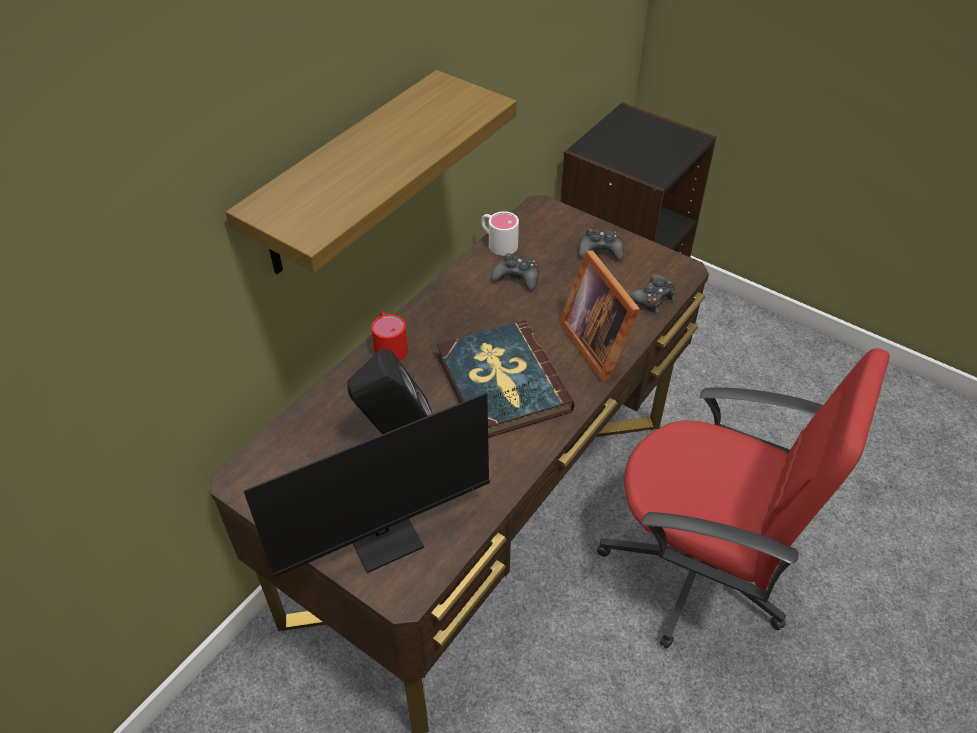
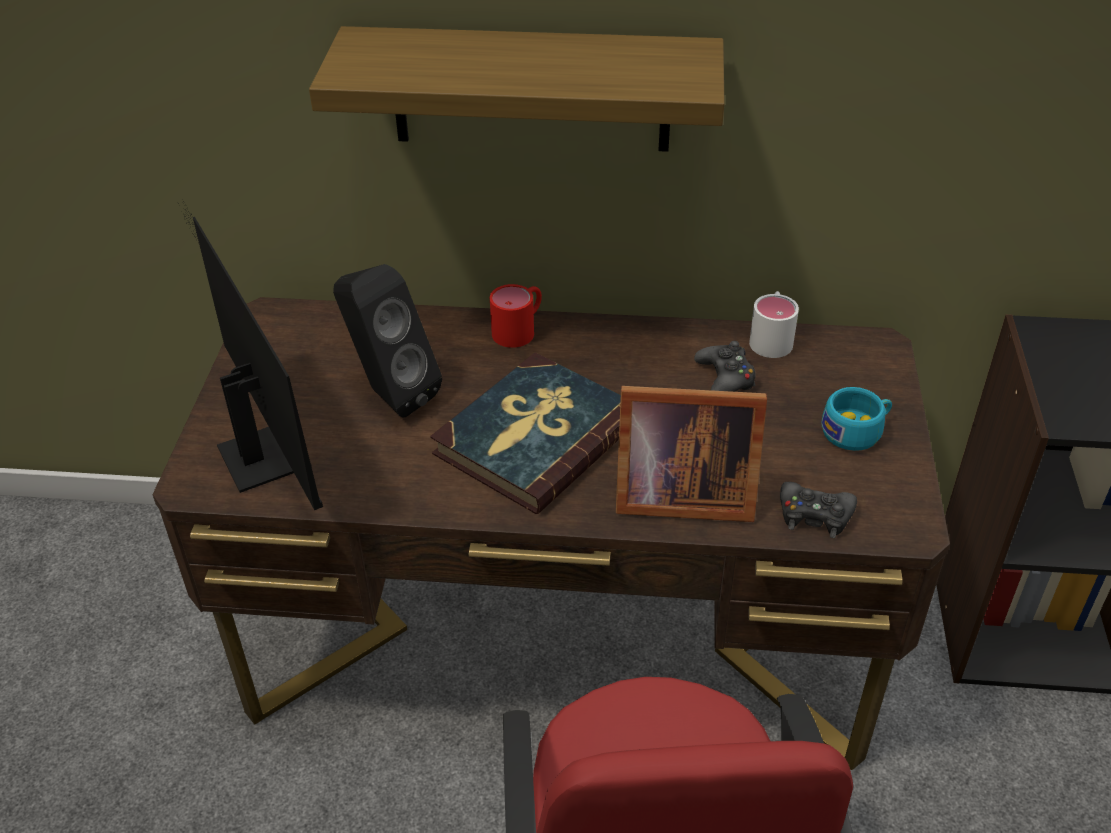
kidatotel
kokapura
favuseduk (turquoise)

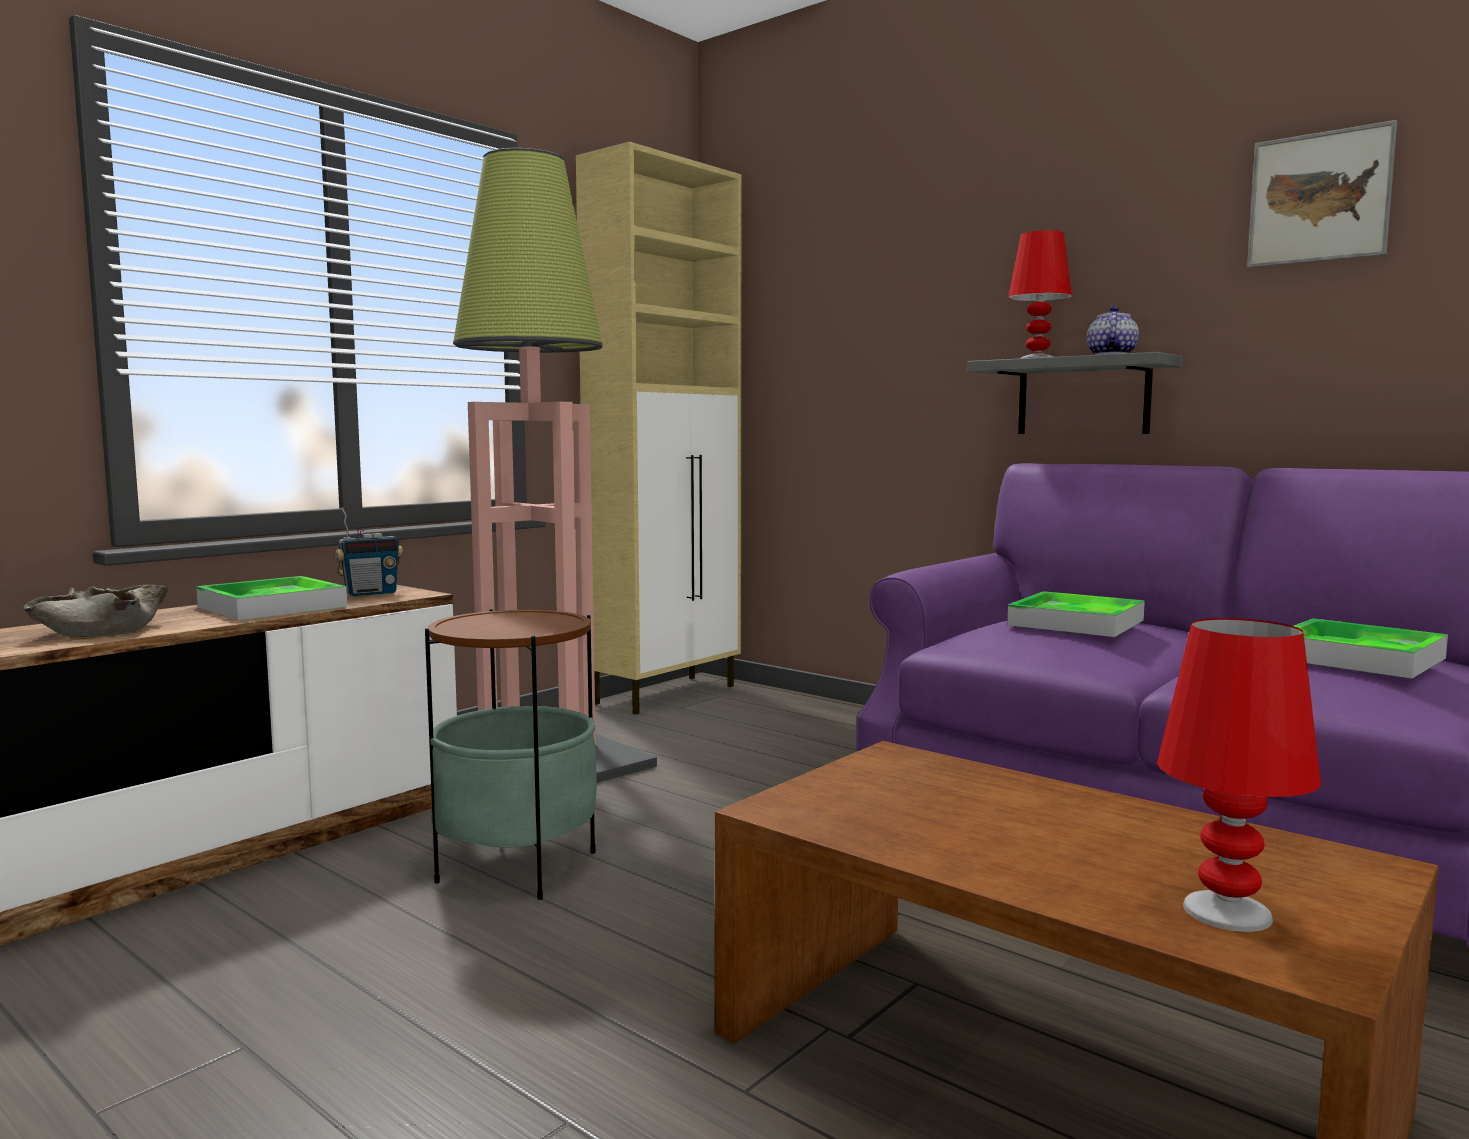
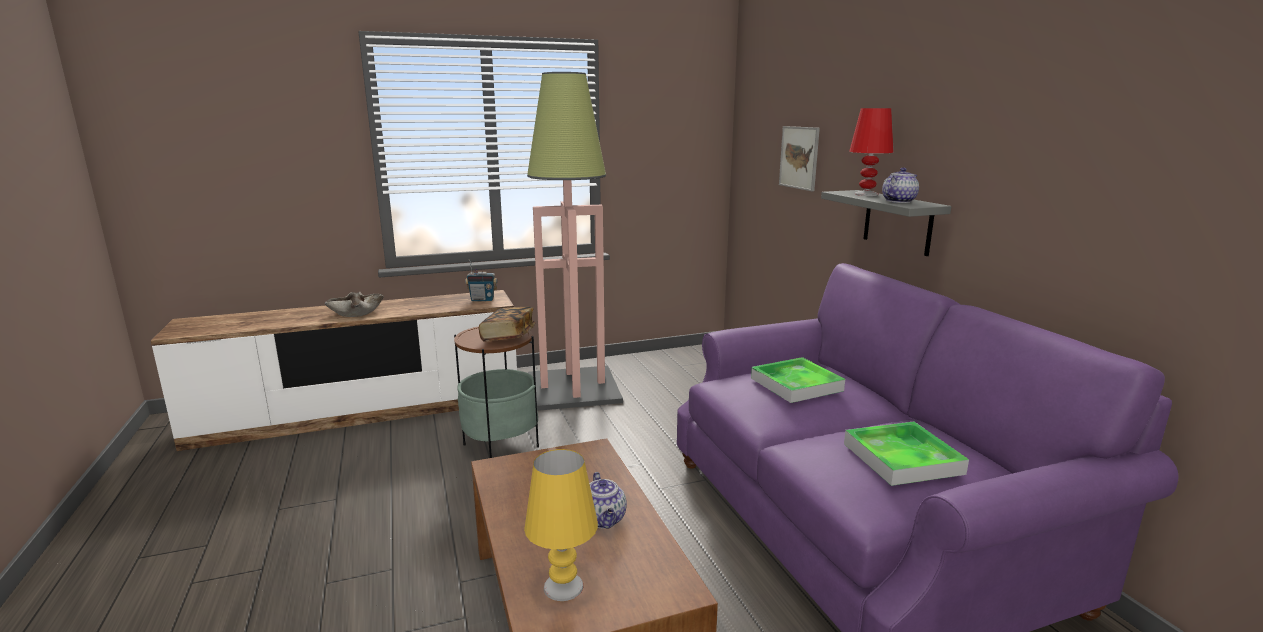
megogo (no. 1 from left in the first image)
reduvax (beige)
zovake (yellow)
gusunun
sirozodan
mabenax (no. 1 from left)

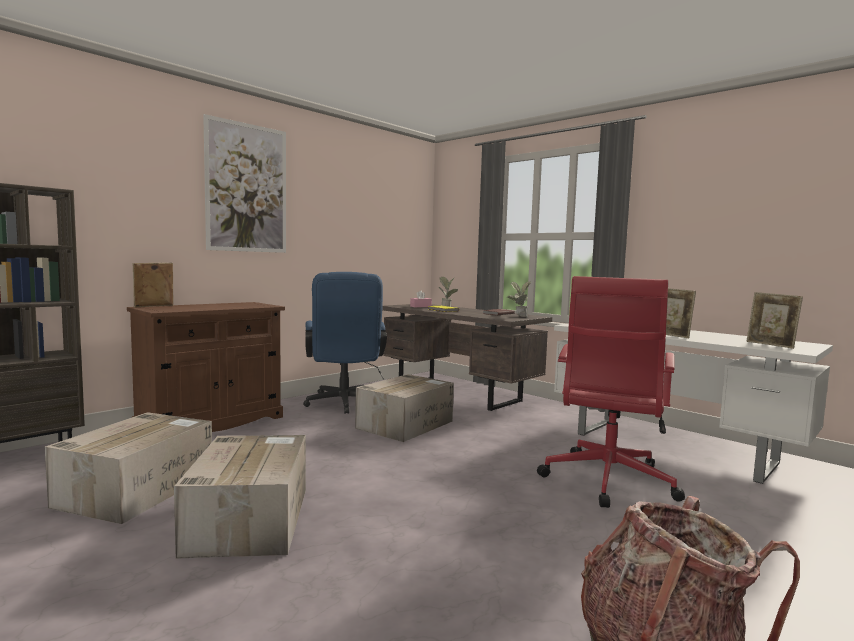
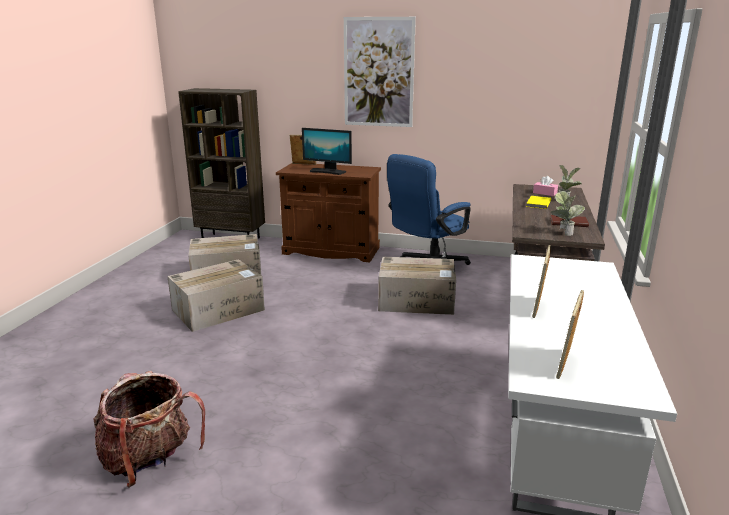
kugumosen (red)
kidatotel

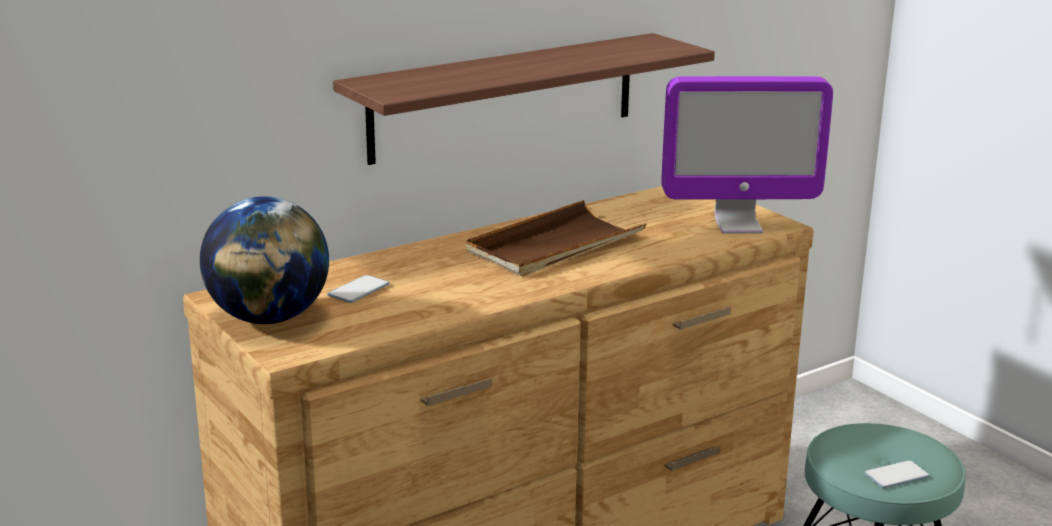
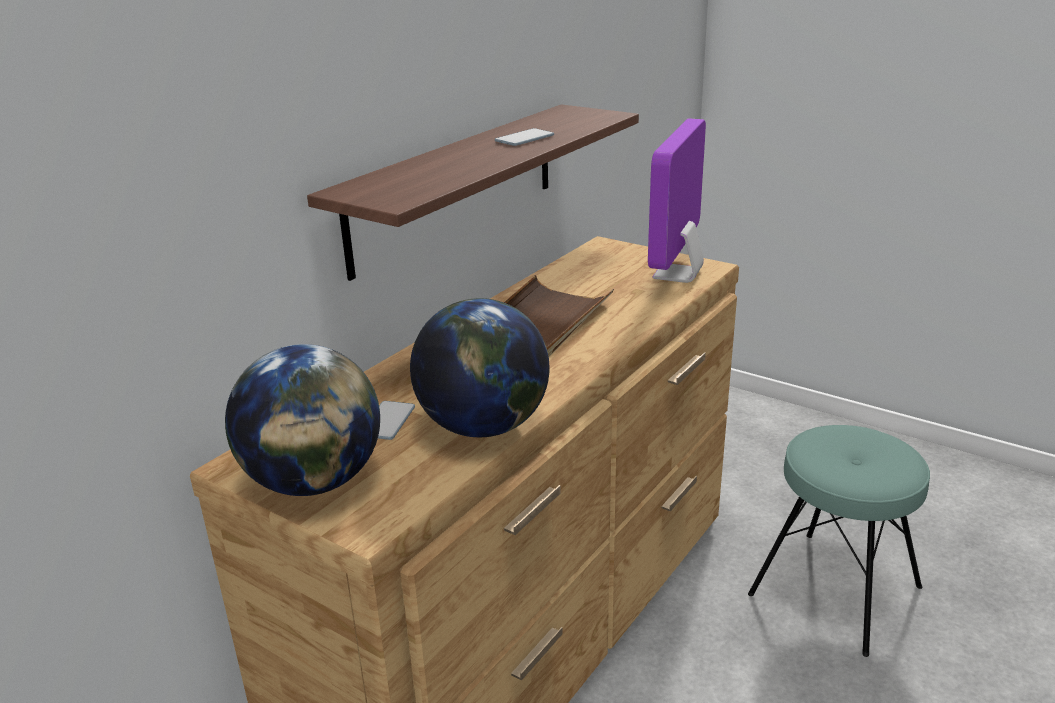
kidatotel
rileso (no. 2 from left)
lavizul (no. 2 from left)

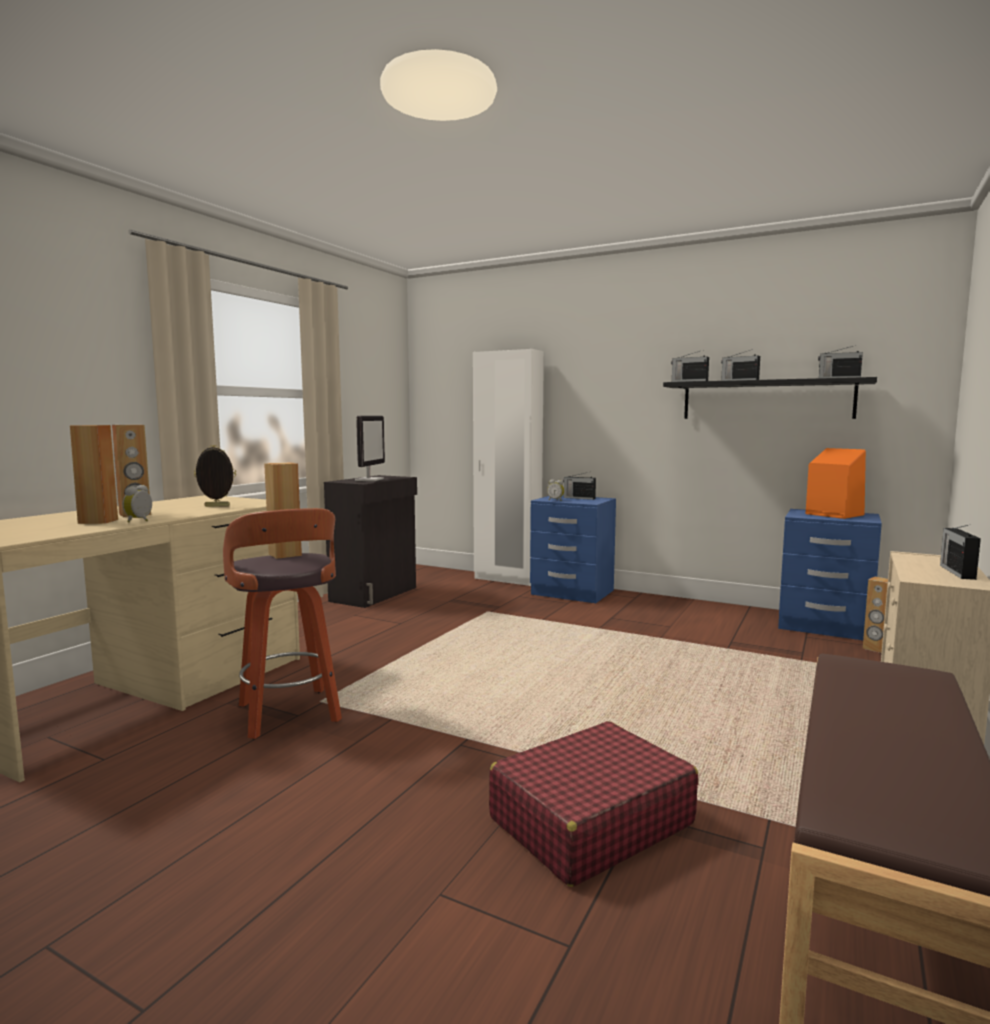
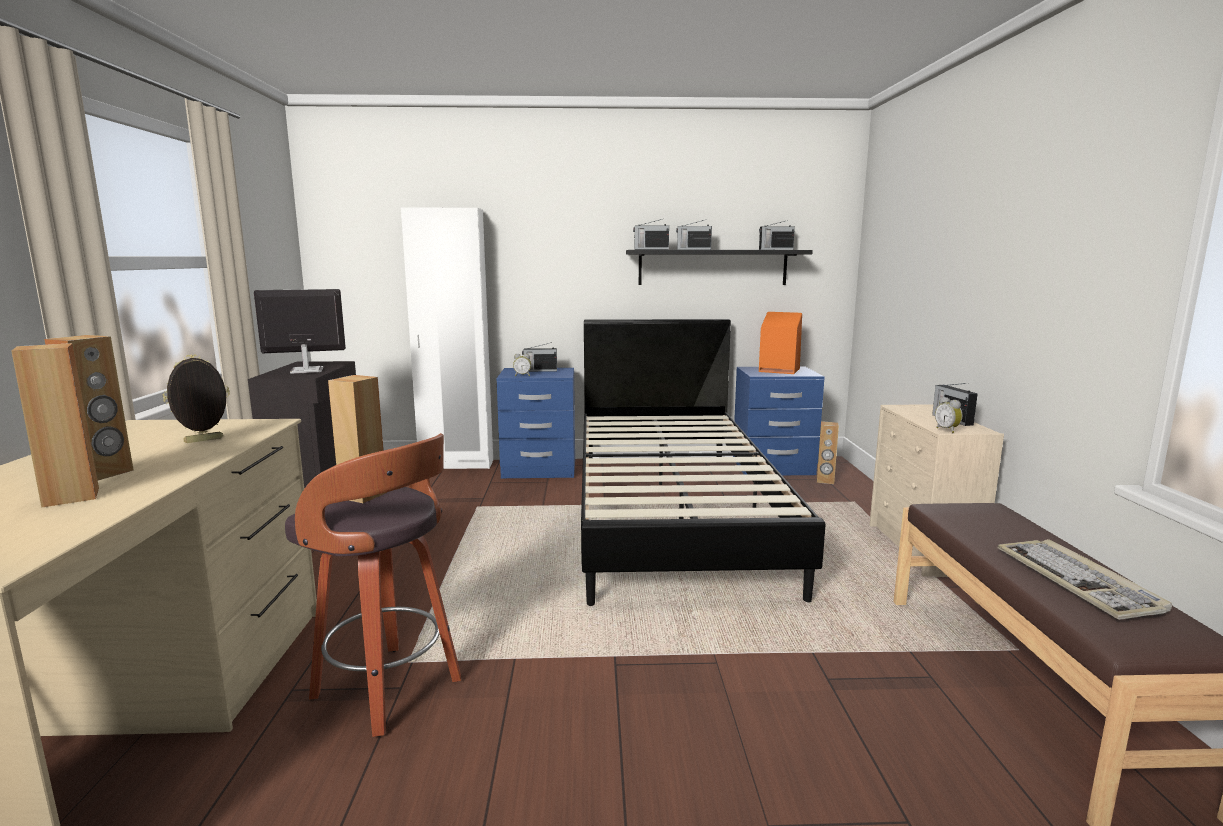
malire (no. 2 from left)
kidatotel
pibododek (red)
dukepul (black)
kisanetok

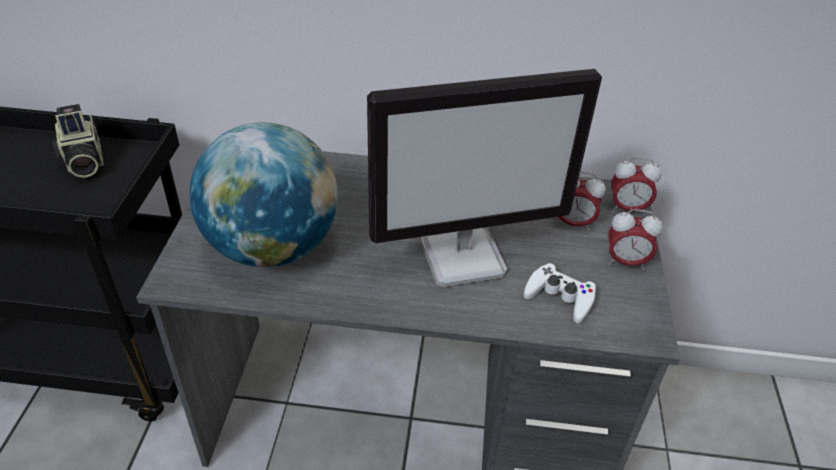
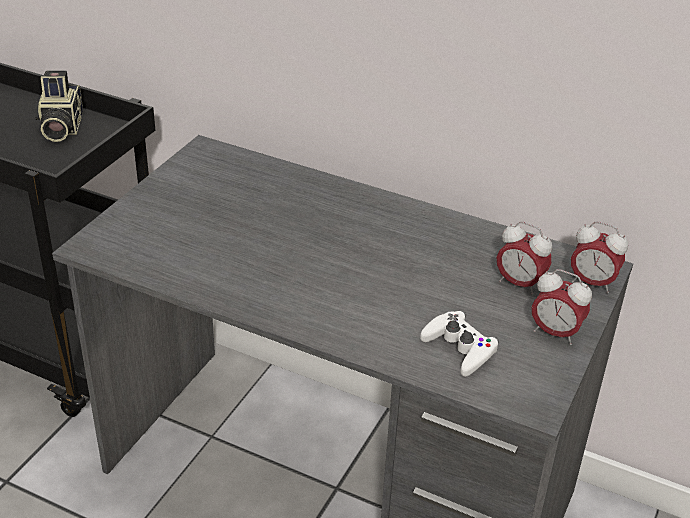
lavizul
kidatotel

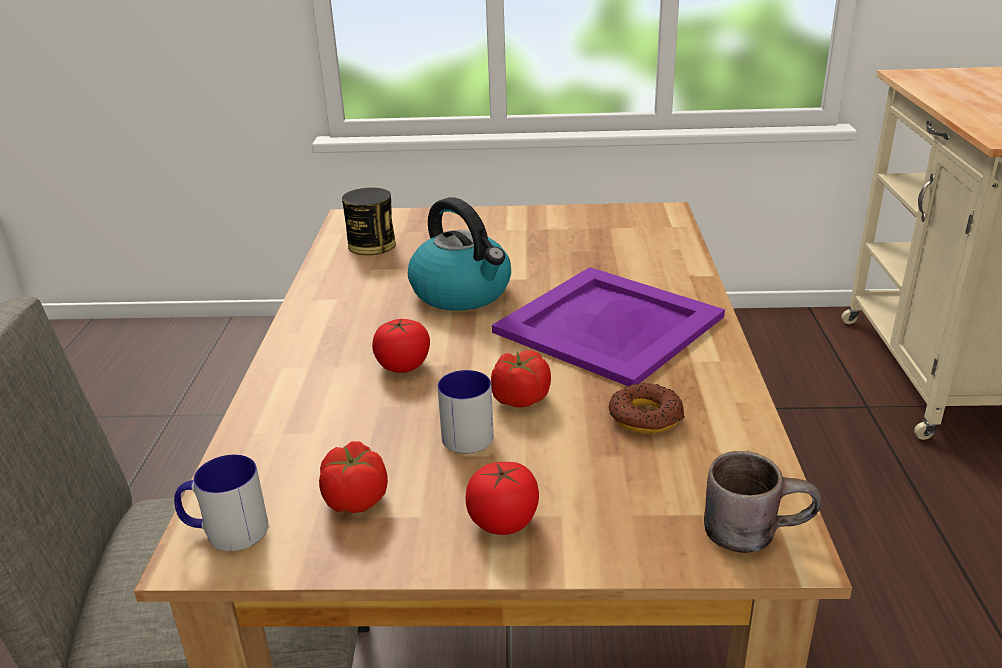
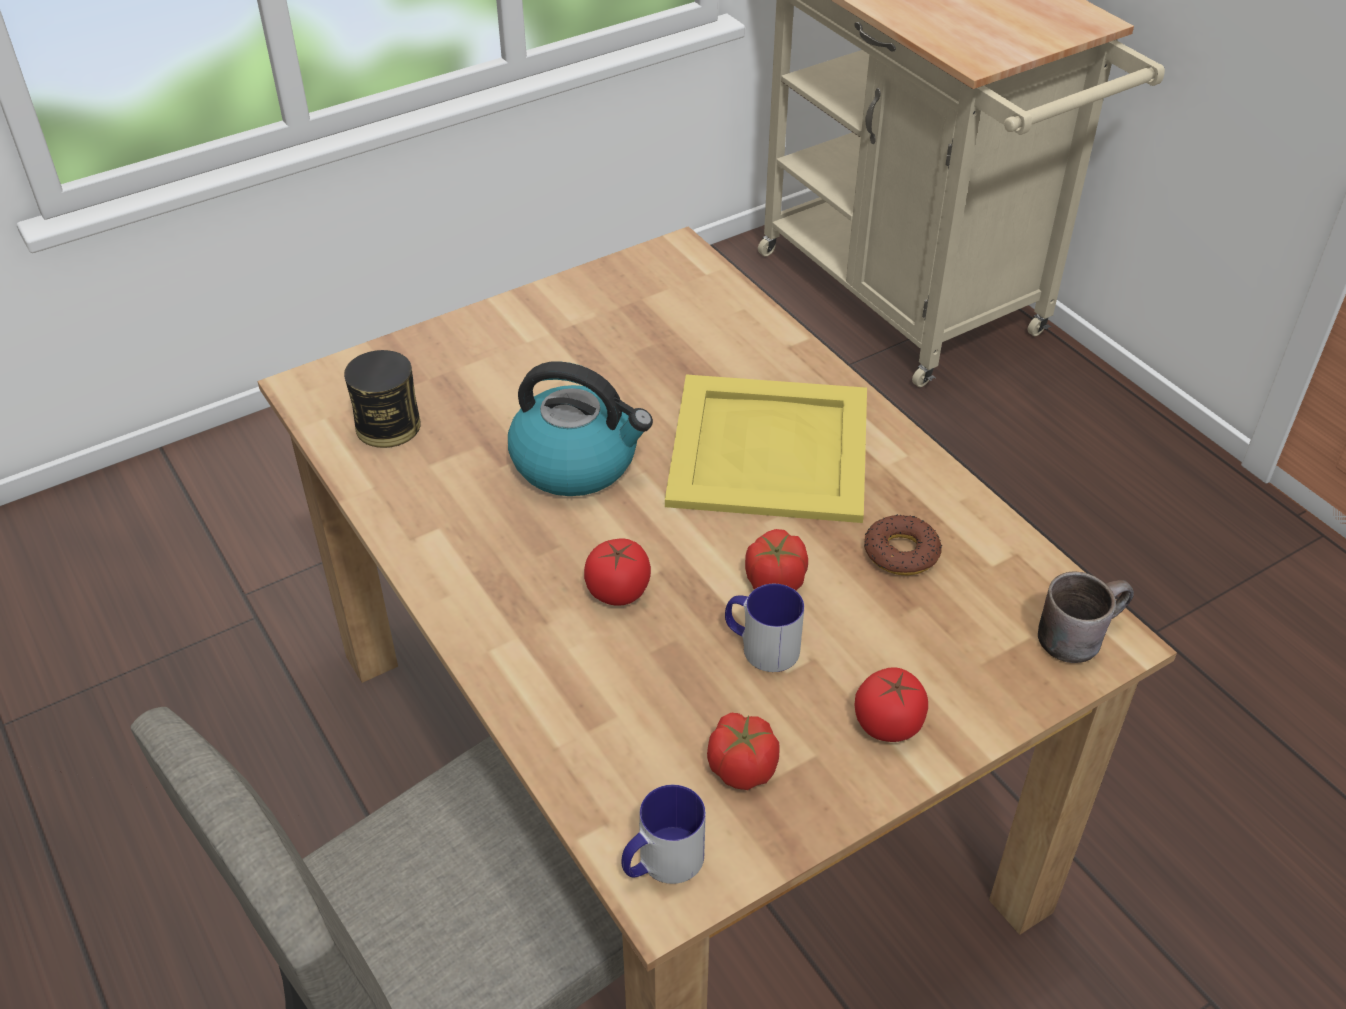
megogo (yellow)

